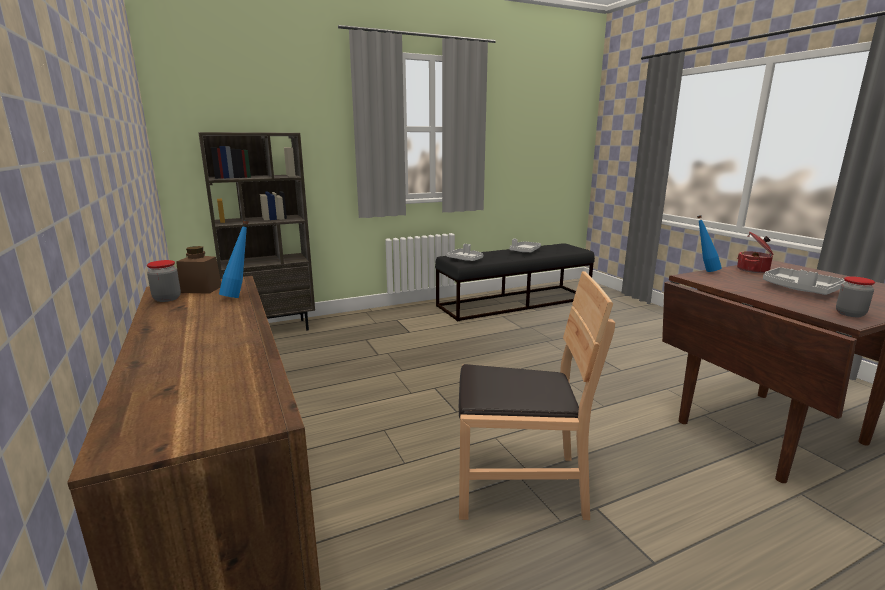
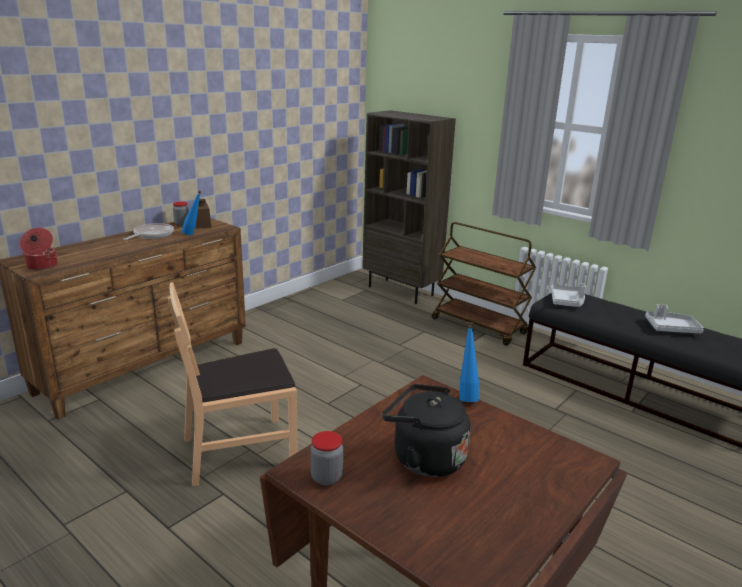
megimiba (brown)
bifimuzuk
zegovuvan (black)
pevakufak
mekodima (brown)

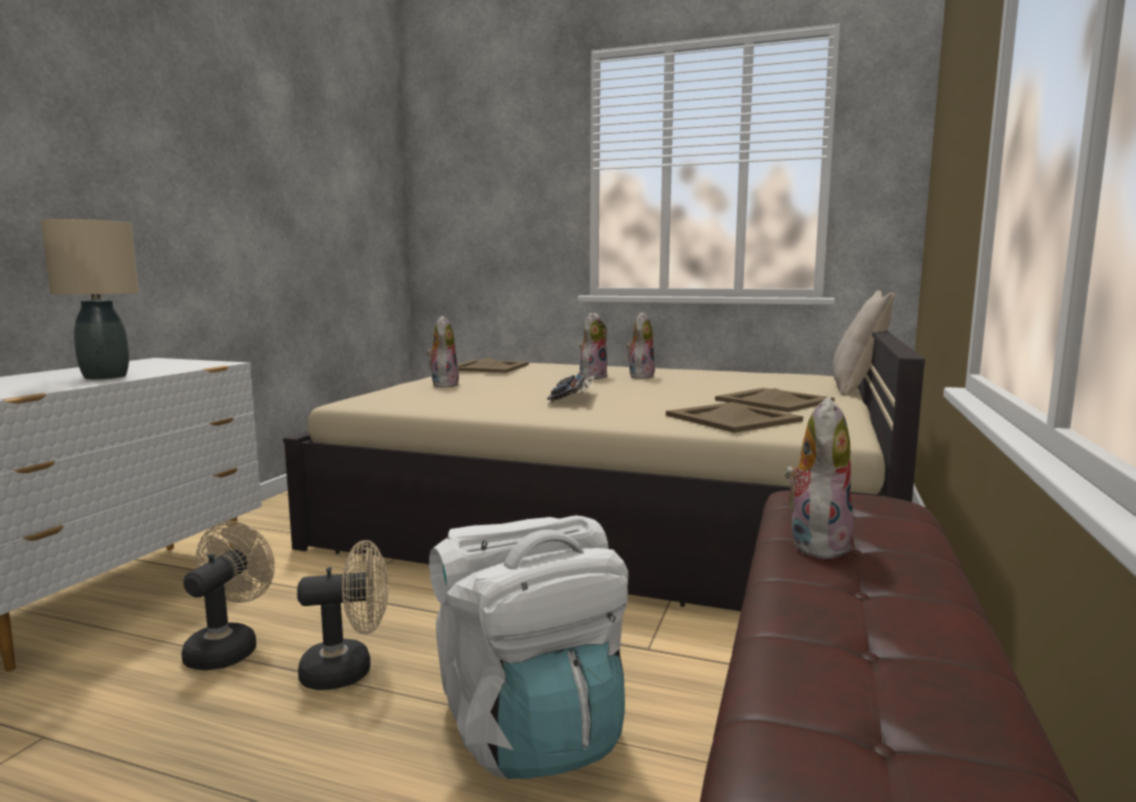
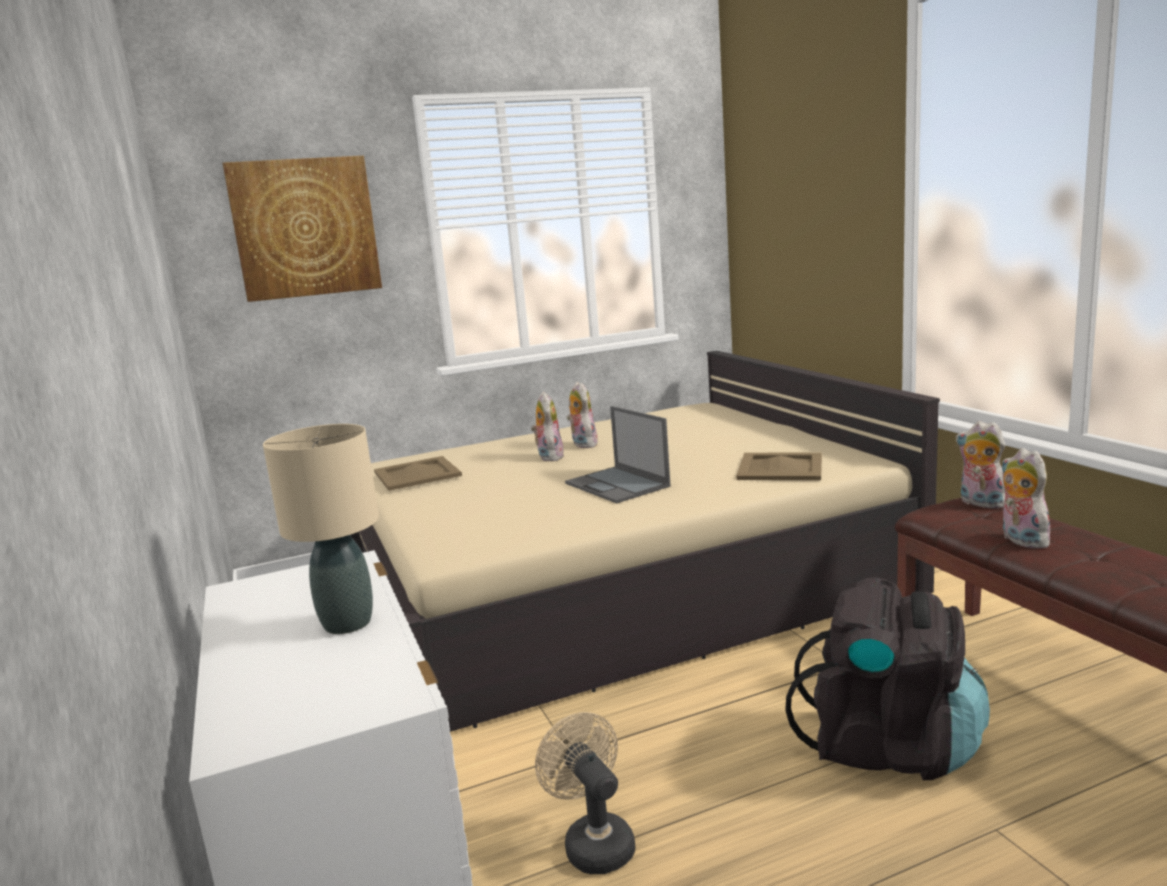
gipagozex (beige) (no. 2 from left in the first image)
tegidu (no. 3 from left)
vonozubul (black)
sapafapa
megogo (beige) (no. 3 from left in the first image)
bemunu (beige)
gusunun

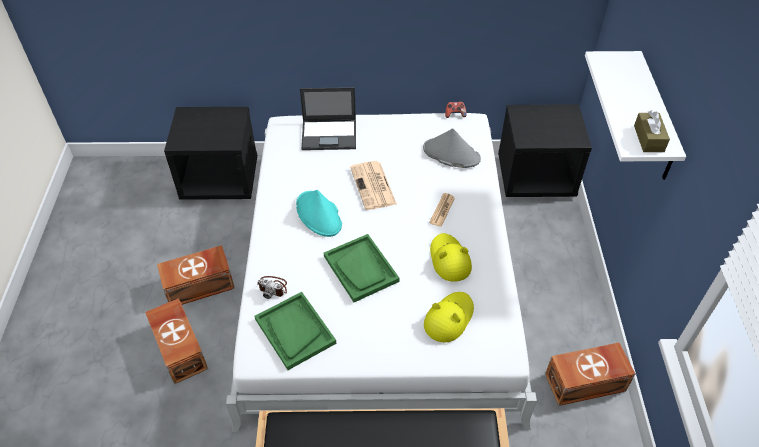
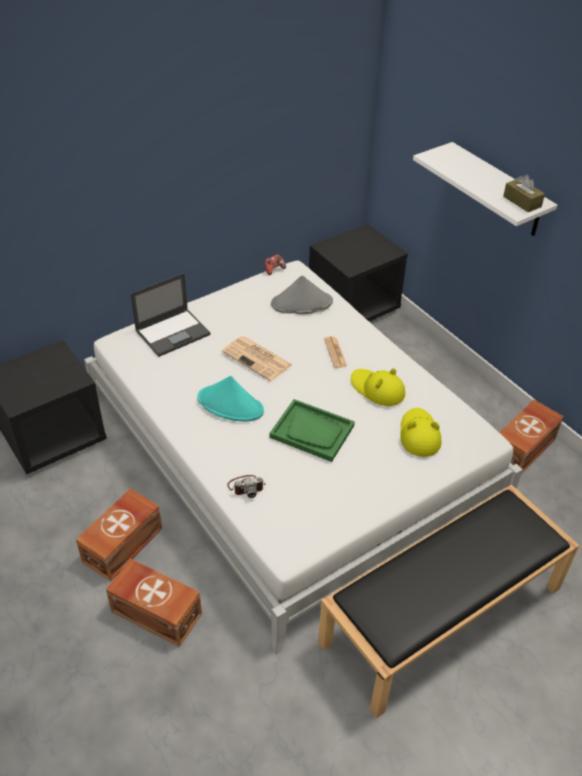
megogo (green) (no. 1 from left in the first image)

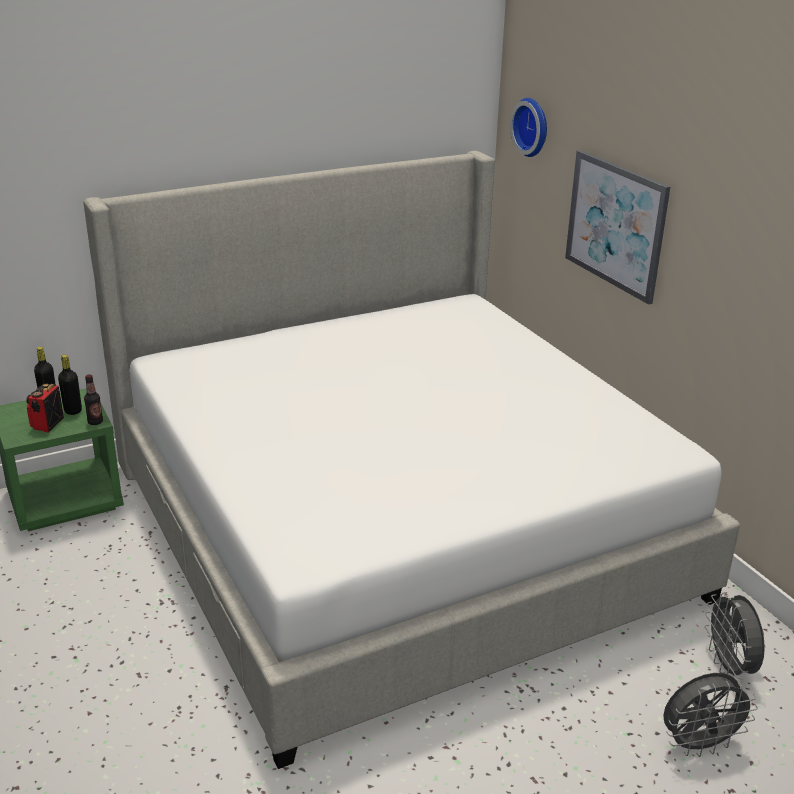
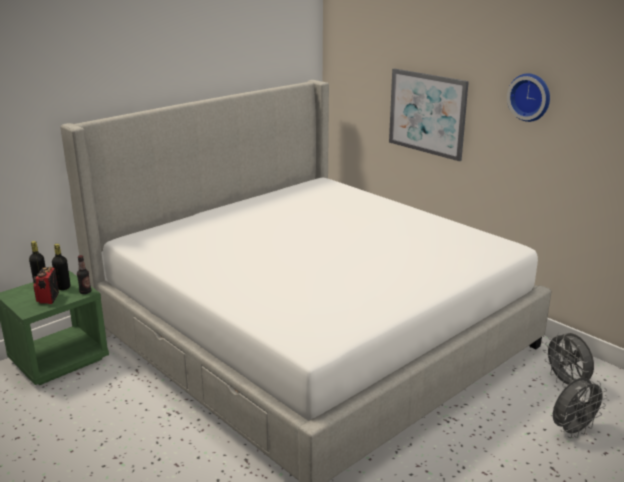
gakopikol

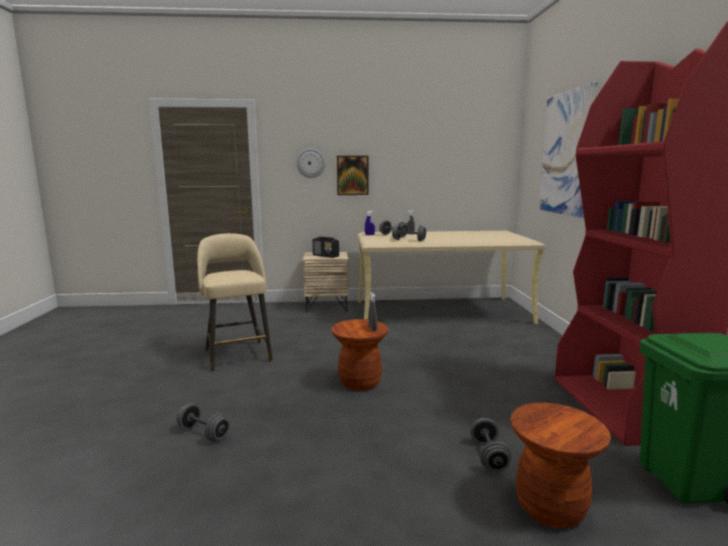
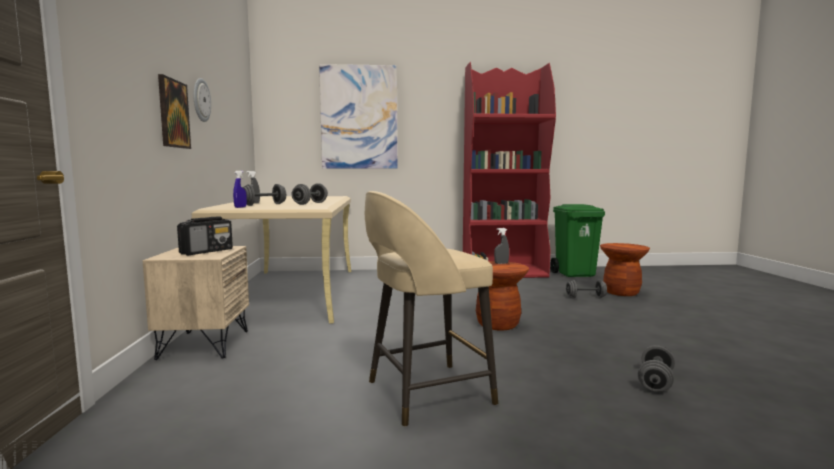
gakopikol

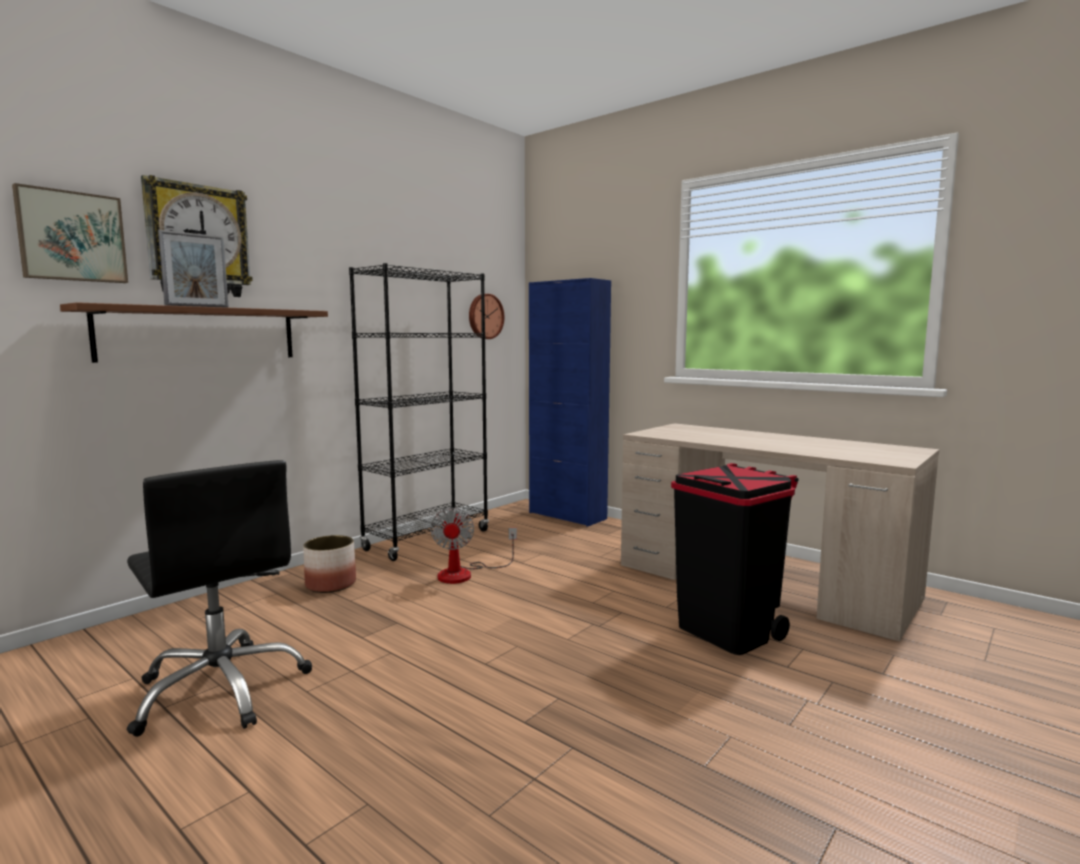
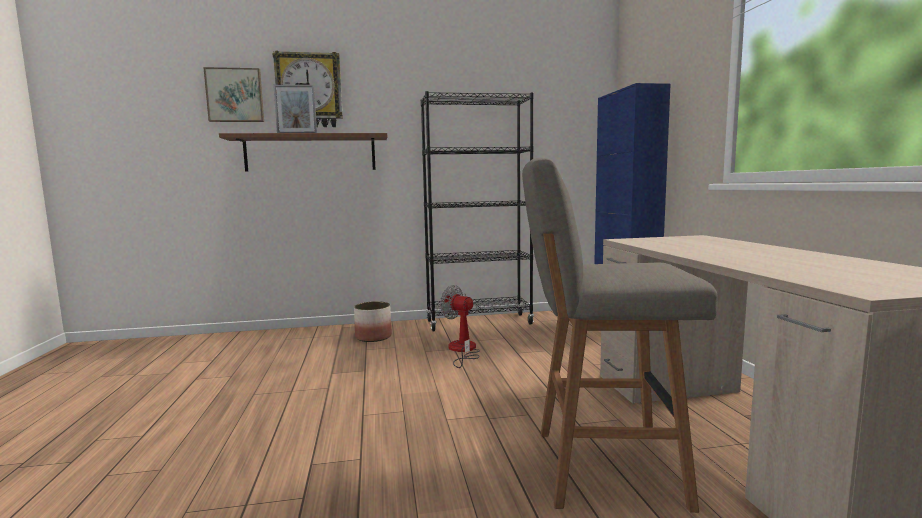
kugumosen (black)
gipagozex
gakopikol (no. 2 from left in the first image)
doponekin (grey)

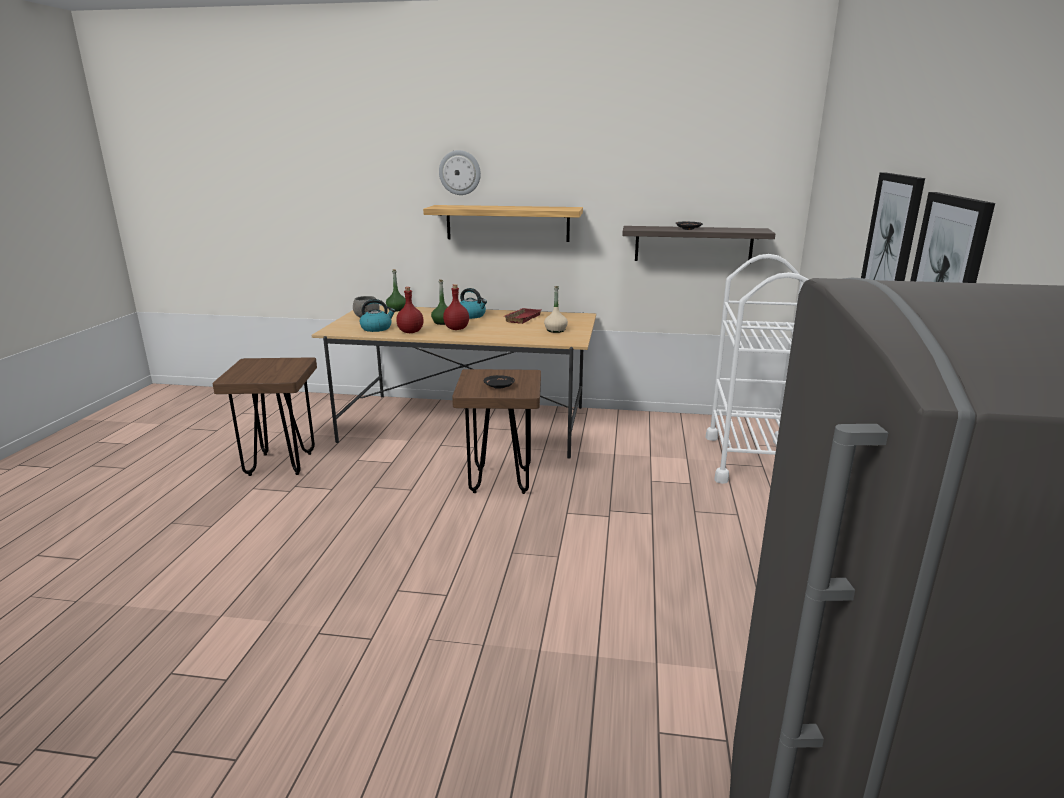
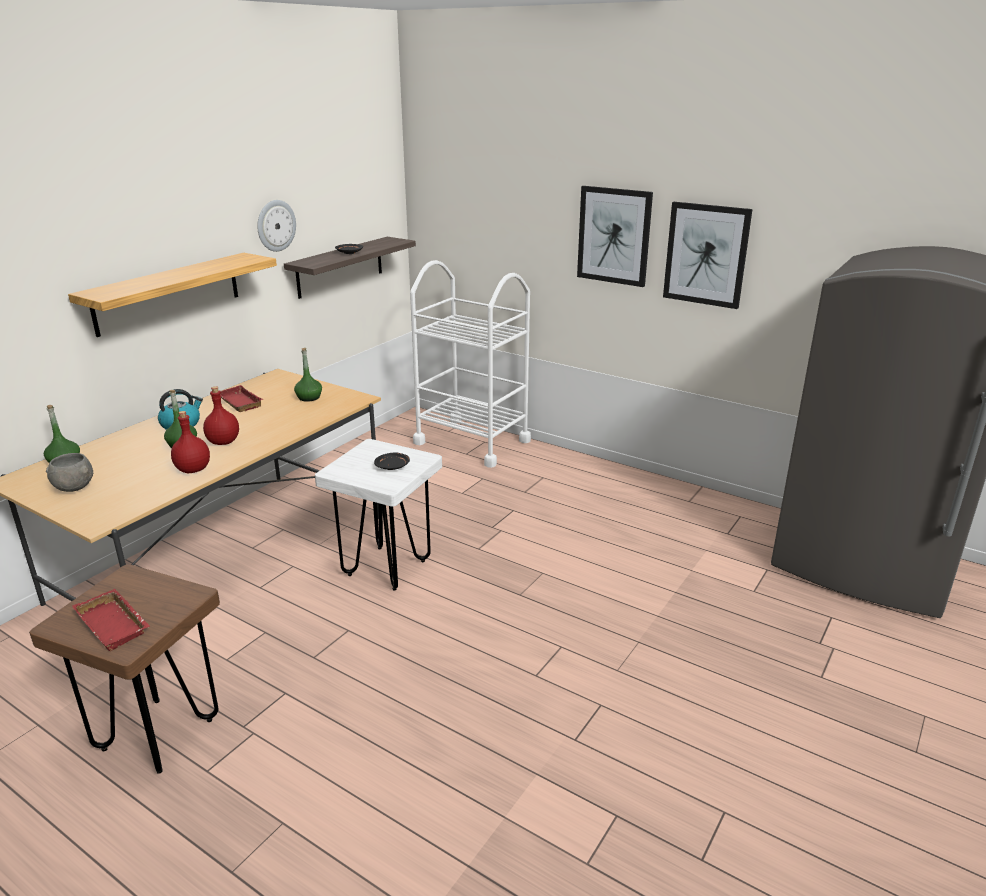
zegovuvan (no. 1 from left in the first image)
gakopikol
doponekin (white)
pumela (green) (no. 3 from left)
megogo (red) (no. 1 from left)

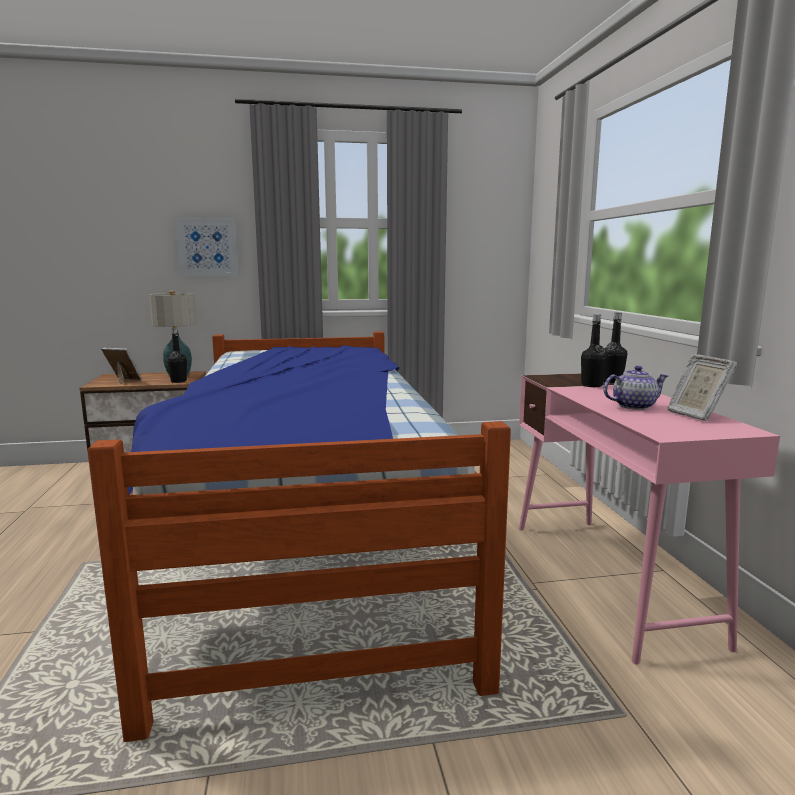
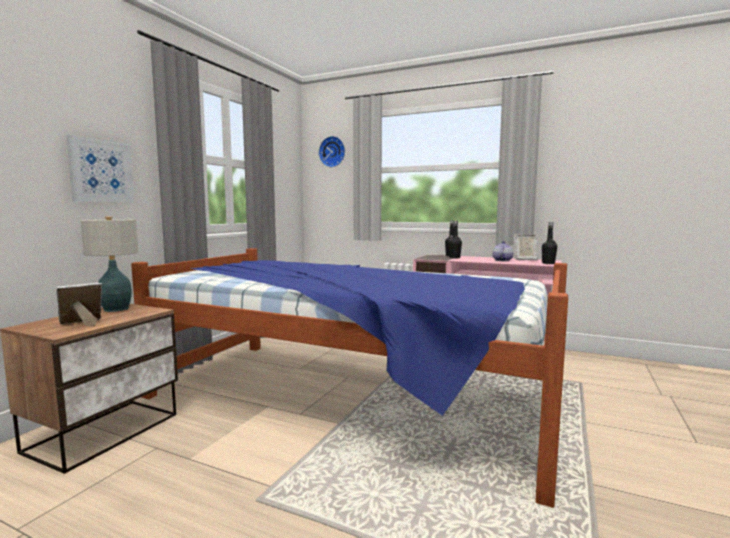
pumela (black) (no. 3 from left)
gakopikol

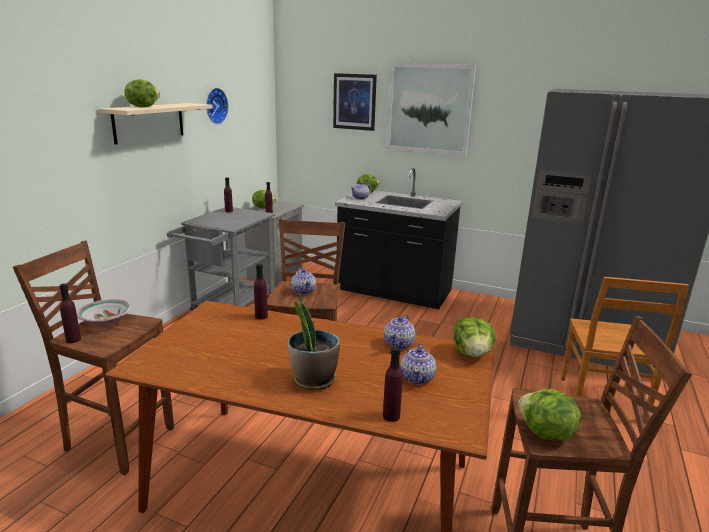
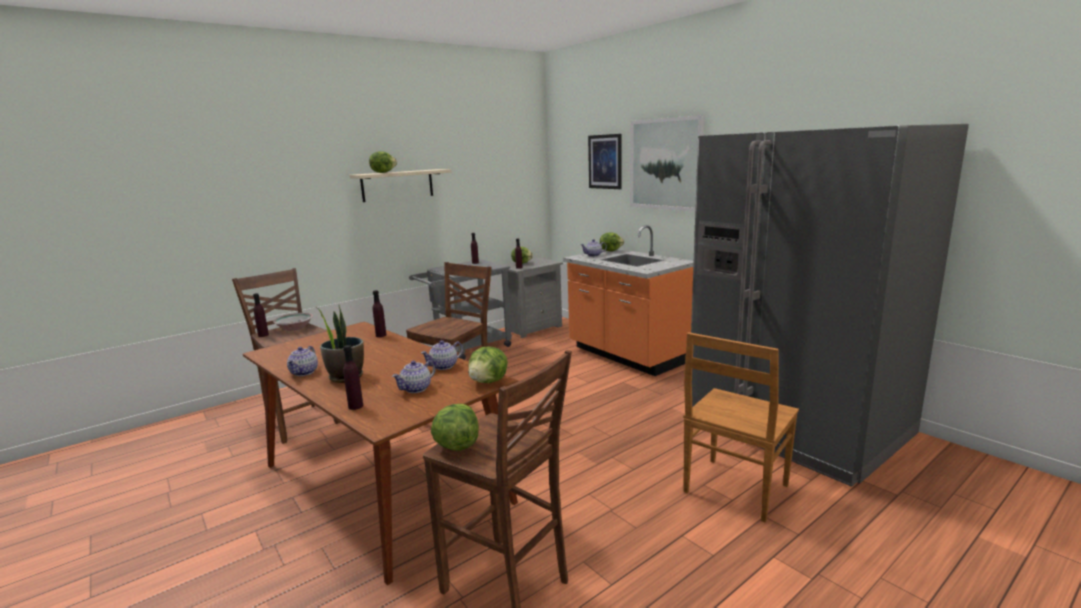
gakopikol
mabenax (no. 1 from left)
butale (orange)

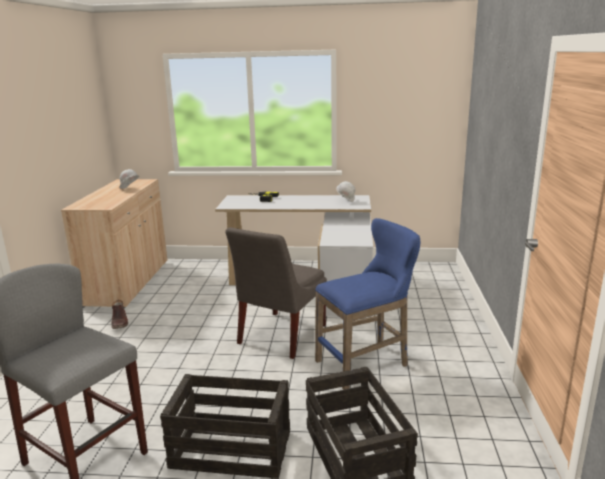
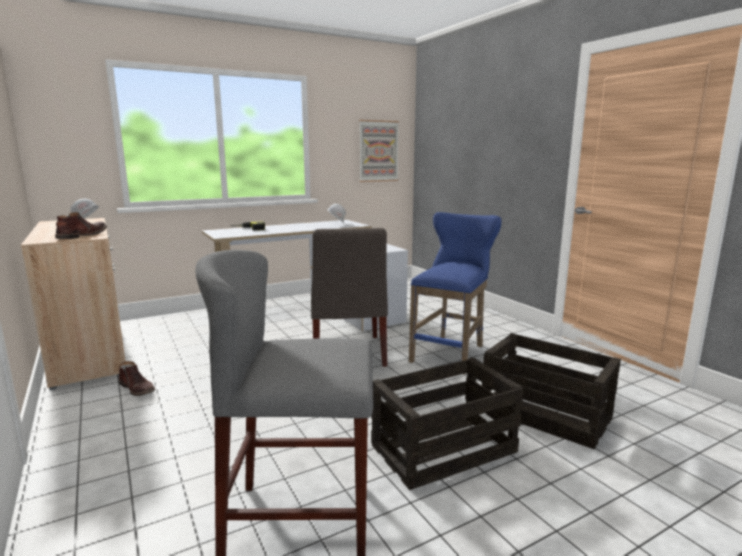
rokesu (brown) (no. 1 from left)
gusunun

